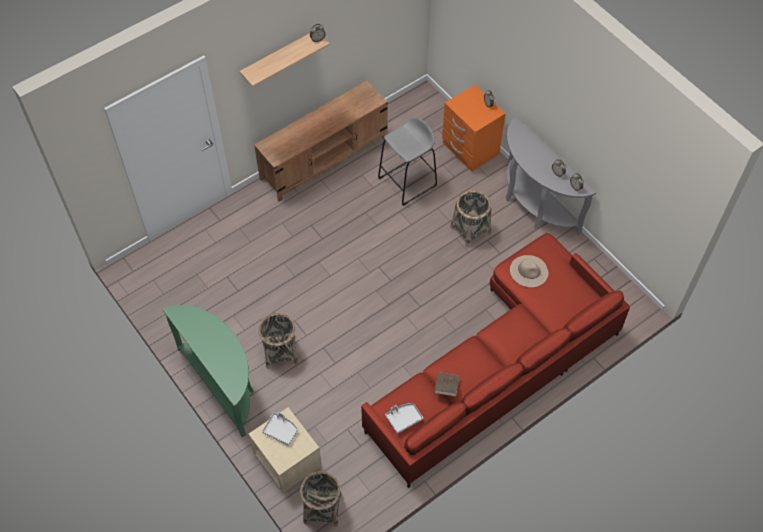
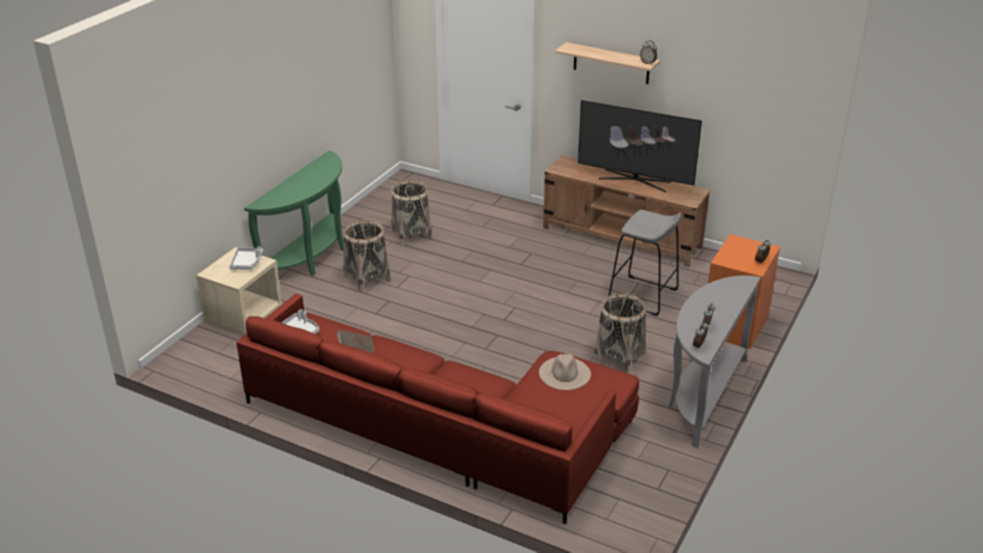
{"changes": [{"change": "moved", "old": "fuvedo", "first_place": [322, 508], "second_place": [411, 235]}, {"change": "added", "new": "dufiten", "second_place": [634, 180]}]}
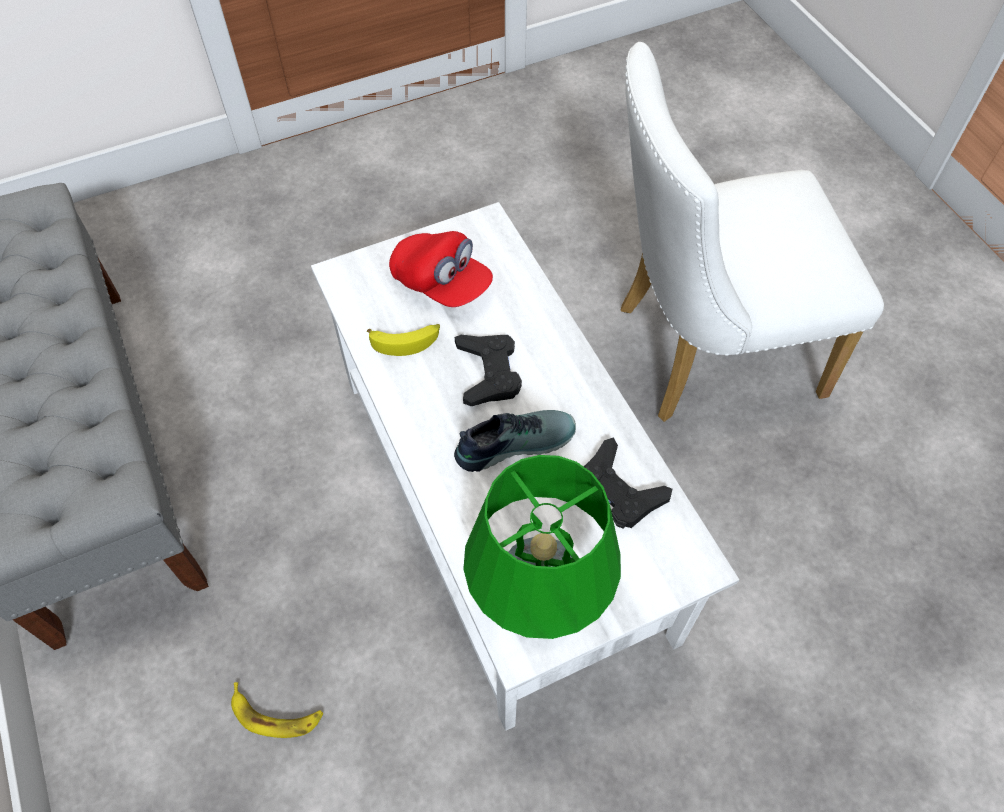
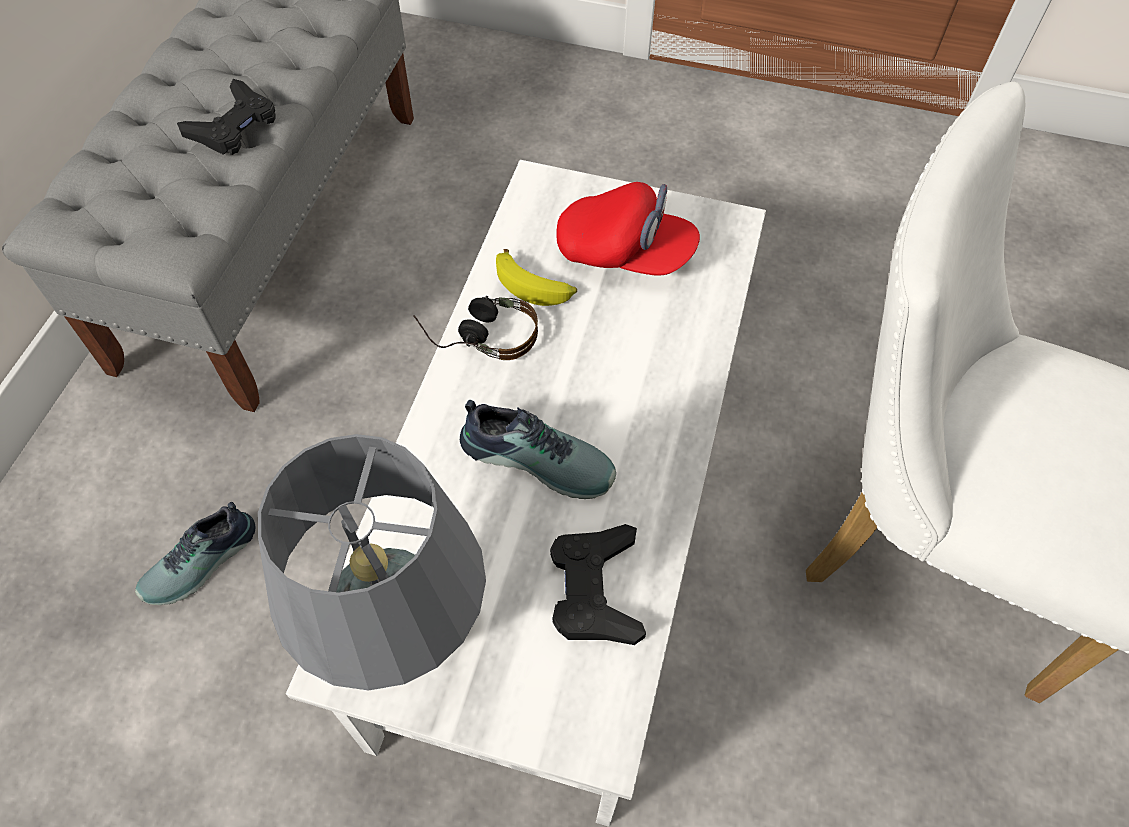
{"changes": [{"change": "replaced", "old": "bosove", "new": "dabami", "first_place": [276, 713], "second_place": [202, 563]}, {"change": "turned", "old": "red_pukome", "first_place": [441, 283], "second_place": [624, 253], "degrees": -60}, {"change": "moved", "old": "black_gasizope", "first_place": [488, 373], "second_place": [234, 126]}, {"change": "recoloured", "old": "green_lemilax", "new": "grey_lemilax", "first_place": [539, 601], "second_place": [403, 635]}, {"change": "added", "new": "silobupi", "second_place": [479, 334]}]}
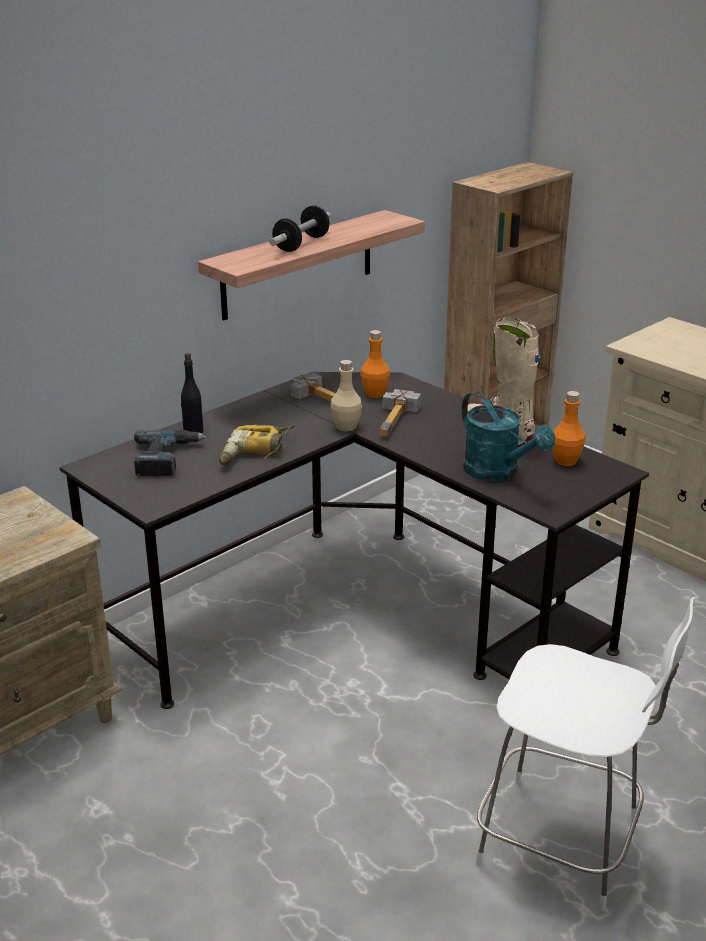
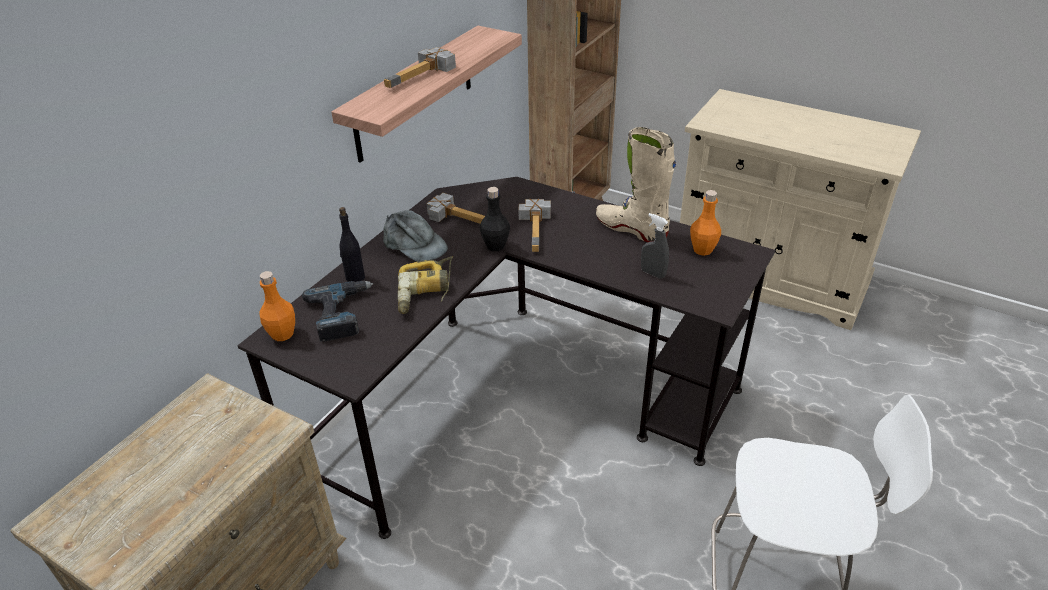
{"changes": [{"change": "replaced", "old": "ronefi", "new": "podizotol", "first_place": [301, 244], "second_place": [423, 76]}, {"change": "recoloured", "old": "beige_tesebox", "new": "black_tesebox", "first_place": [346, 427], "second_place": [495, 246]}, {"change": "moved", "old": "orange_tesebox", "first_place": [374, 394], "second_place": [282, 334]}, {"change": "replaced", "old": "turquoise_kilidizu", "new": "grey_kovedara", "first_place": [498, 473], "second_place": [653, 273]}, {"change": "added", "new": "grey_pukome", "second_place": [414, 244]}]}
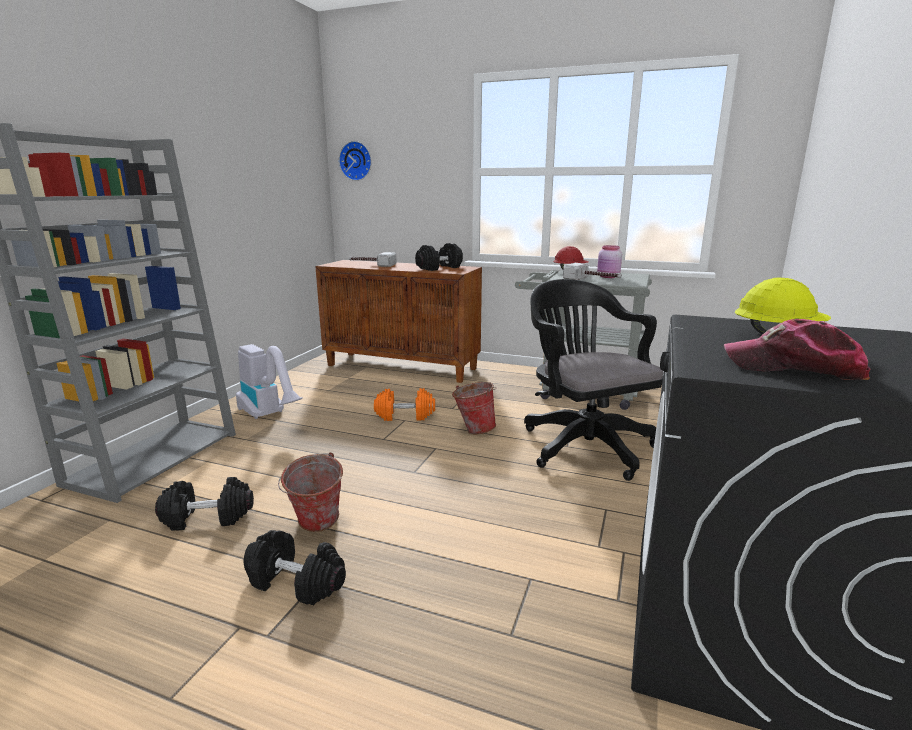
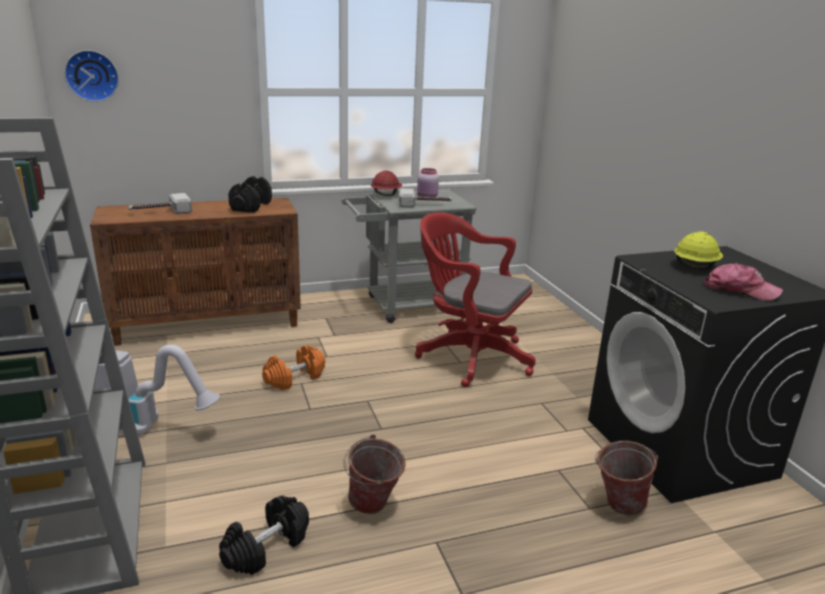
{"changes": [{"change": "removed", "old": "black_ronefi", "first_place": [297, 582]}, {"change": "moved", "old": "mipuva", "first_place": [474, 429], "second_place": [617, 505]}, {"change": "recoloured", "old": "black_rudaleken", "new": "red_rudaleken", "first_place": [583, 444], "second_place": [469, 356]}, {"change": "turned", "old": "pukome", "first_place": [793, 367], "second_place": [740, 290], "degrees": -135}]}
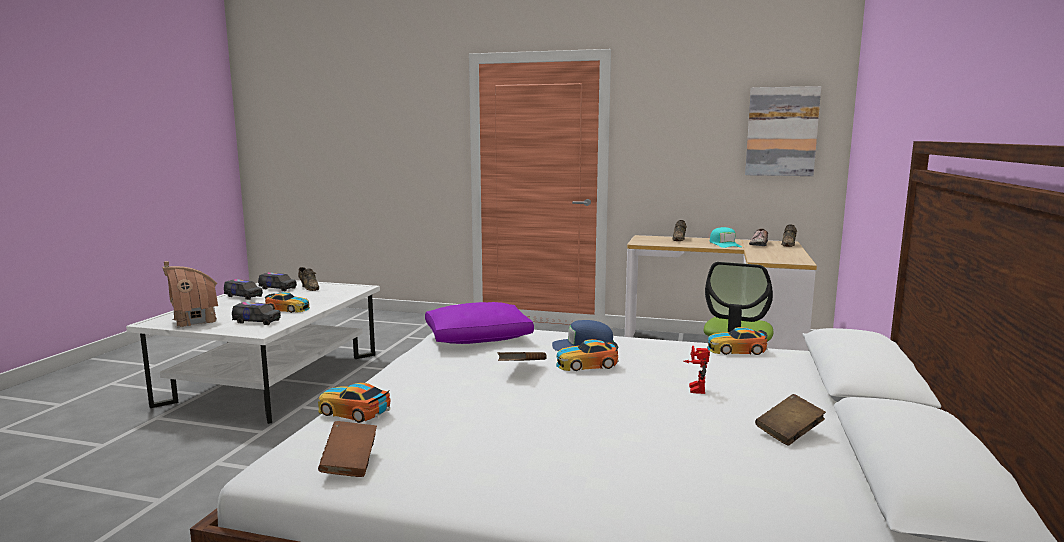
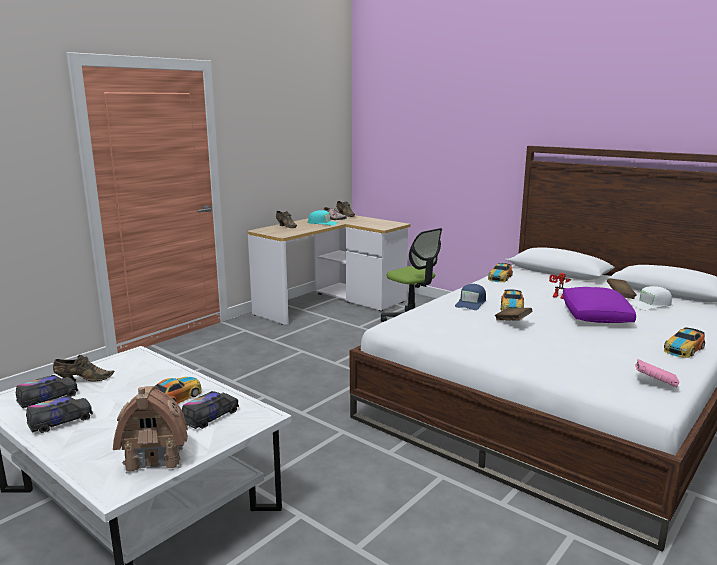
{"changes": [{"change": "moved", "old": "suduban", "first_place": [353, 411], "second_place": [683, 349]}, {"change": "recoloured", "old": "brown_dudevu", "new": "pink_dudevu", "first_place": [350, 464], "second_place": [654, 383]}, {"change": "moved", "old": "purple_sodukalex", "first_place": [477, 338], "second_place": [596, 316]}, {"change": "removed", "old": "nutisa", "first_place": [781, 131]}, {"change": "added", "new": "white_pukome", "second_place": [650, 304]}]}
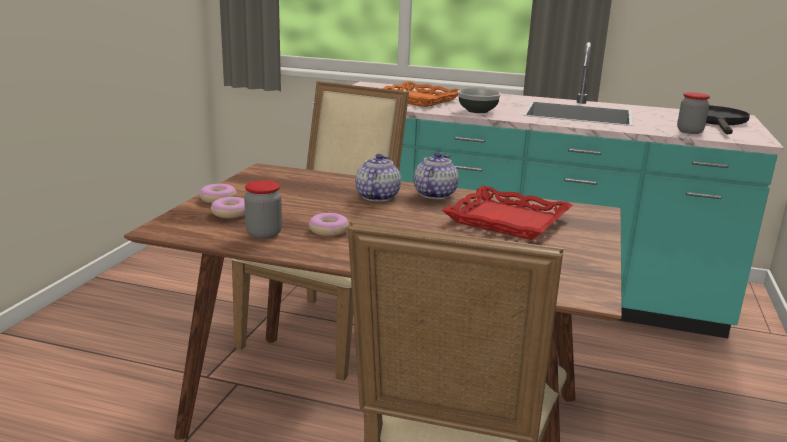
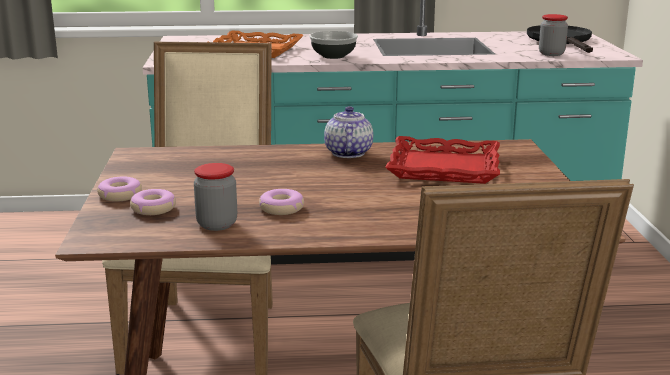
{"changes": [{"change": "removed", "old": "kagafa", "first_place": [377, 196]}]}
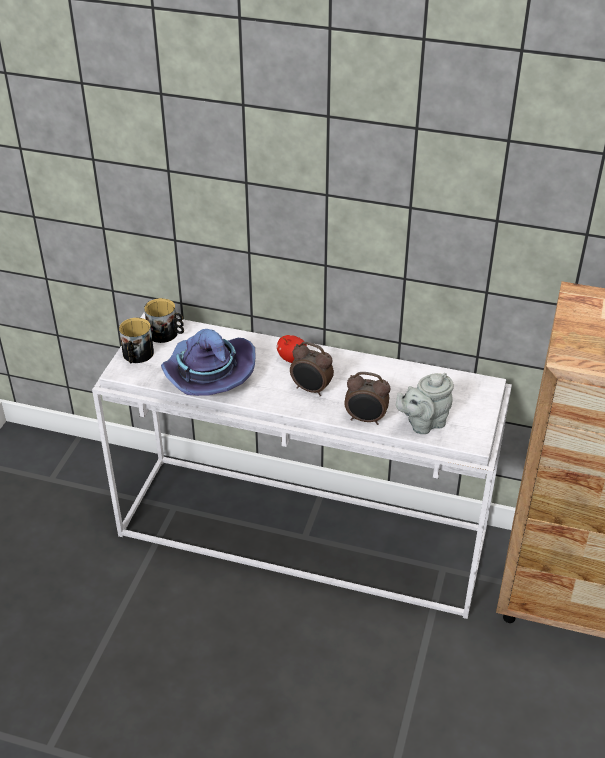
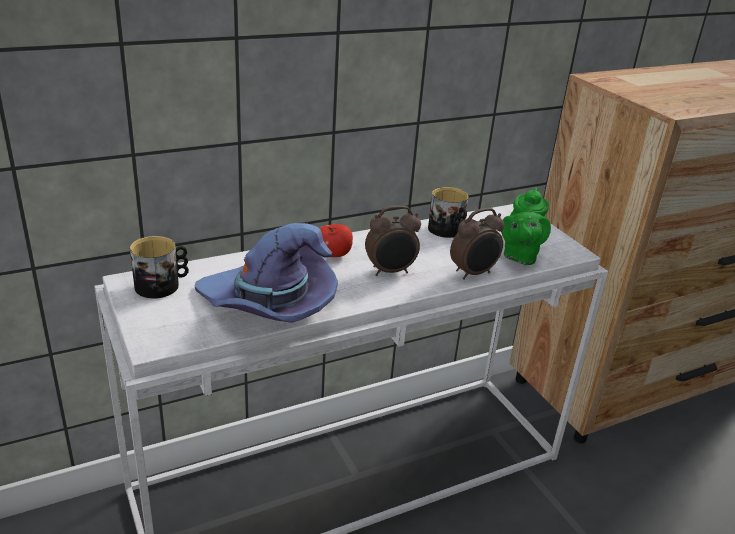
{"changes": [{"change": "moved", "old": "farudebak", "first_place": [137, 355], "second_place": [448, 231]}, {"change": "recoloured", "old": "grey_kagafa", "new": "green_kagafa", "first_place": [423, 423], "second_place": [520, 256]}]}
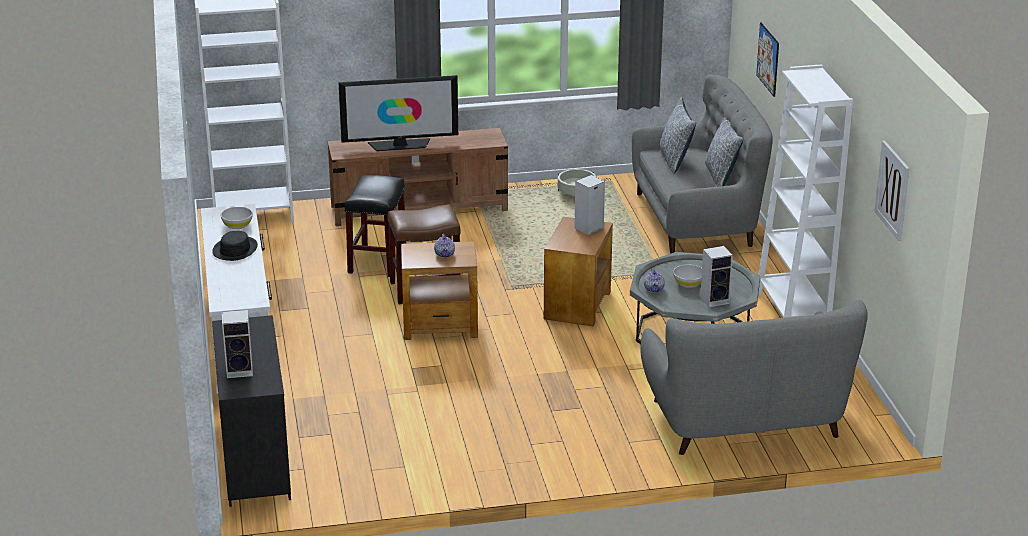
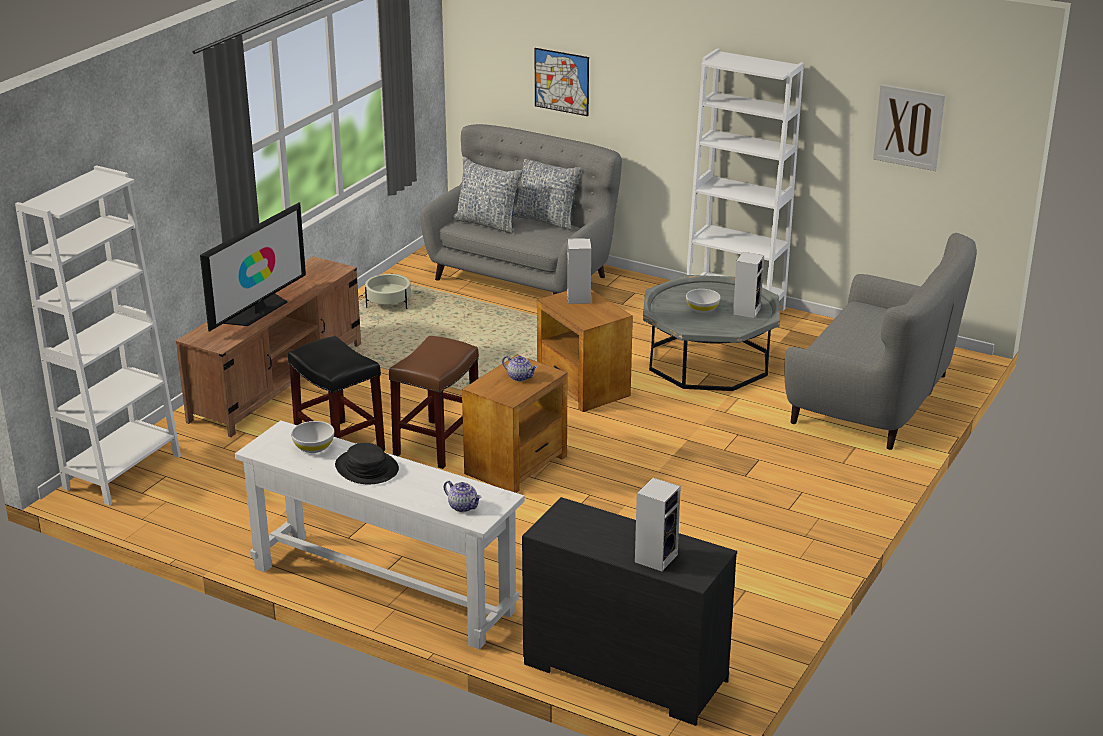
{"changes": [{"change": "moved", "old": "kagafa", "first_place": [654, 289], "second_place": [463, 506]}]}
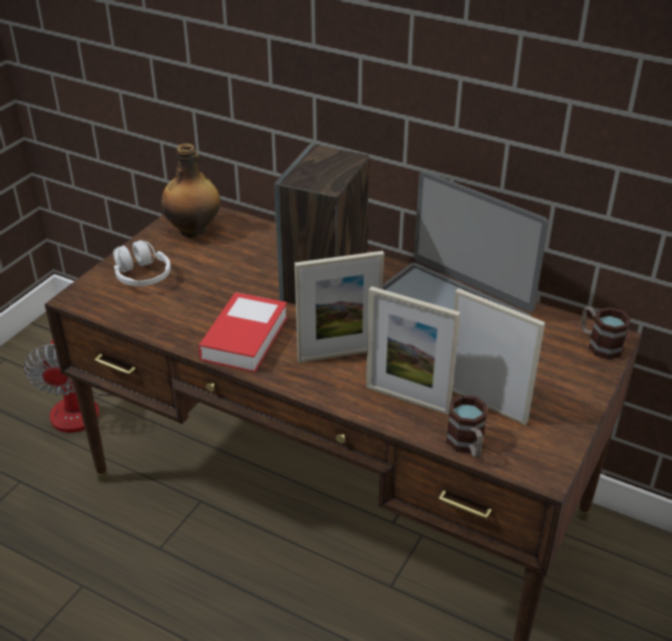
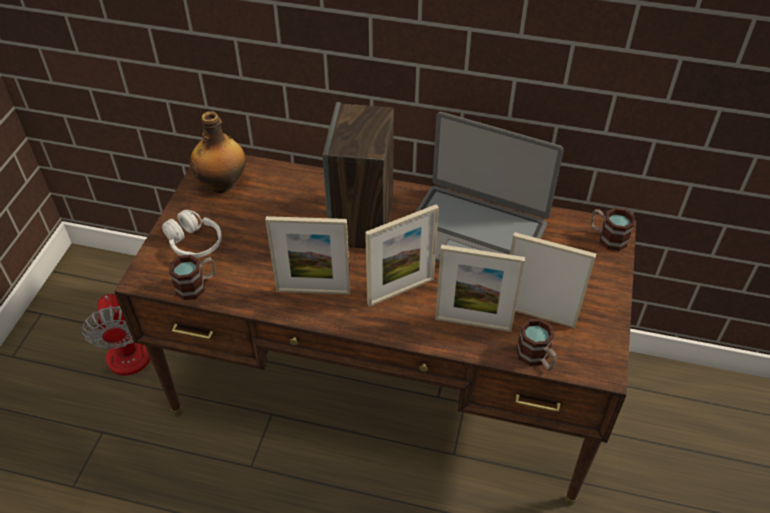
{"changes": [{"change": "replaced", "old": "dudevu", "new": "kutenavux", "first_place": [244, 338], "second_place": [313, 291]}, {"change": "added", "new": "farudebak", "second_place": [197, 285]}]}
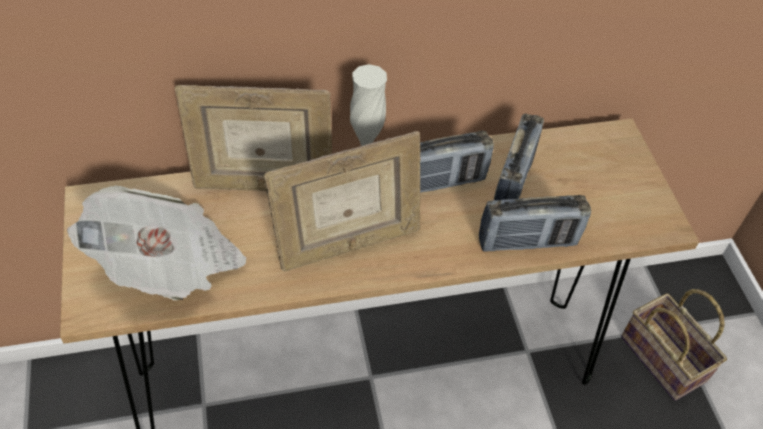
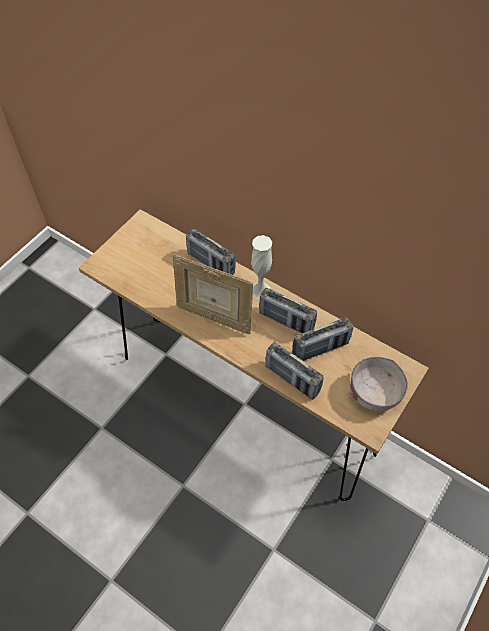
{"changes": [{"change": "removed", "old": "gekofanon", "first_place": [169, 264]}, {"change": "replaced", "old": "kutenavux", "new": "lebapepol", "first_place": [262, 185], "second_place": [211, 264]}, {"change": "removed", "old": "fuvedo", "first_place": [665, 360]}, {"change": "added", "new": "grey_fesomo", "second_place": [374, 392]}]}
